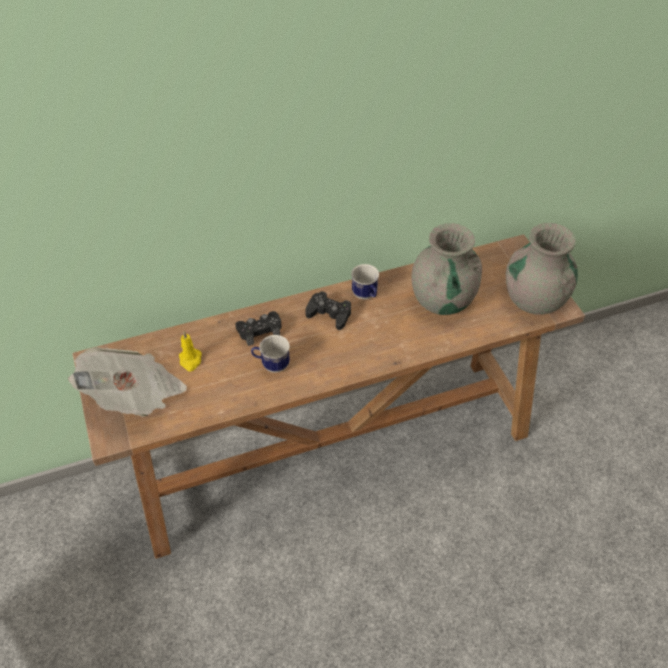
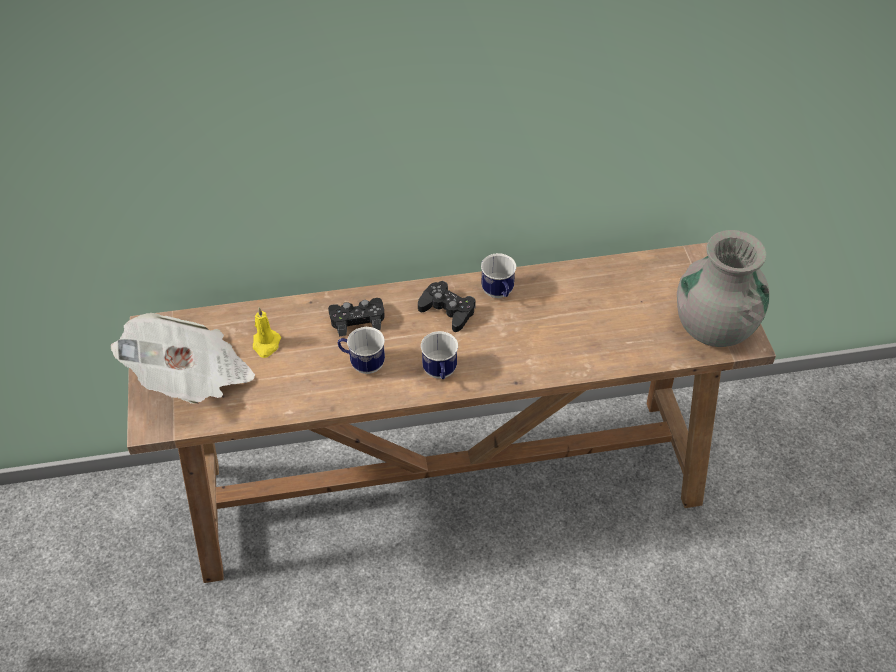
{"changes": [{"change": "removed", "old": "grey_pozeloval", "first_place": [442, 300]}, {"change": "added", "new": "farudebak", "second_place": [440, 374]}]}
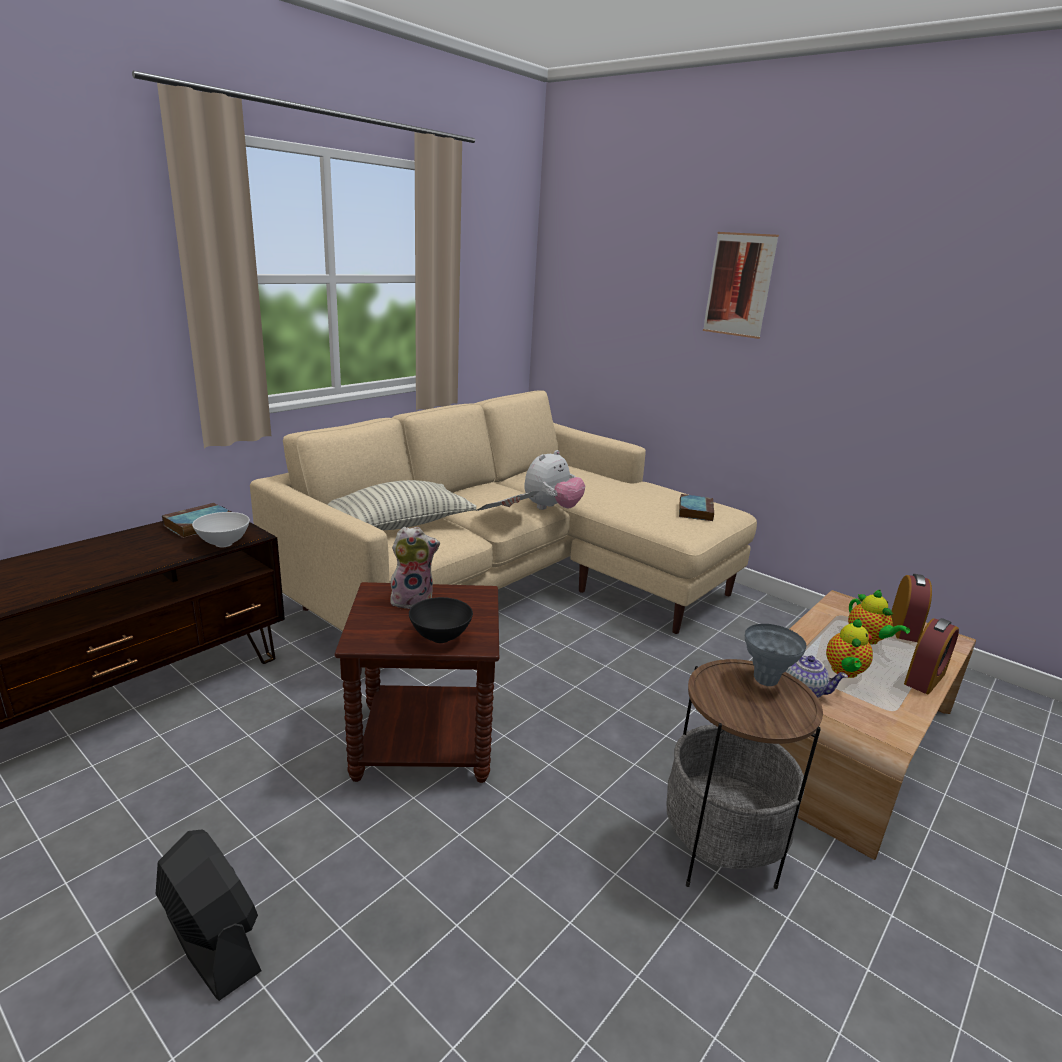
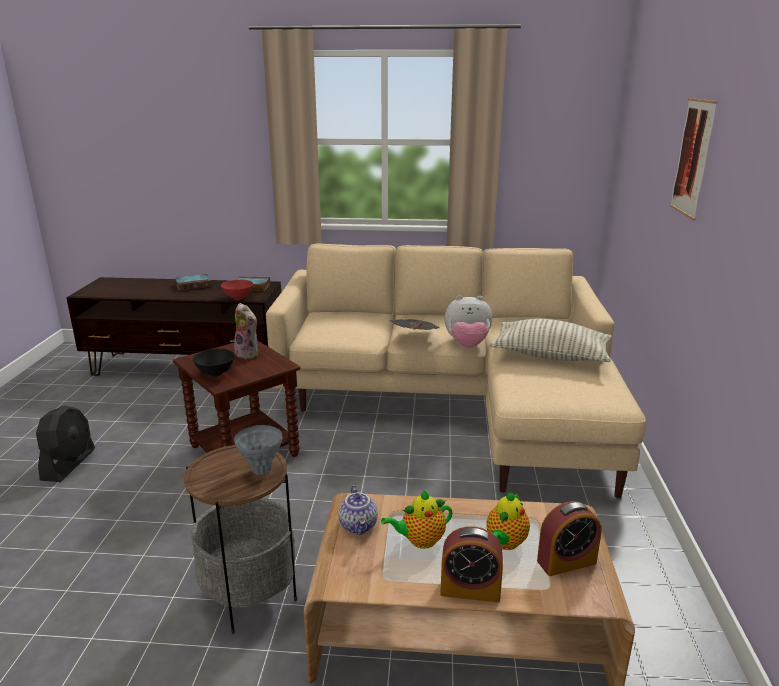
{"changes": [{"change": "recoloured", "old": "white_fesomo", "new": "red_fesomo", "first_place": [224, 544], "second_place": [238, 298]}, {"change": "moved", "old": "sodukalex", "first_place": [400, 525], "second_place": [550, 356]}, {"change": "moved", "old": "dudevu", "first_place": [695, 511], "second_place": [194, 285]}]}
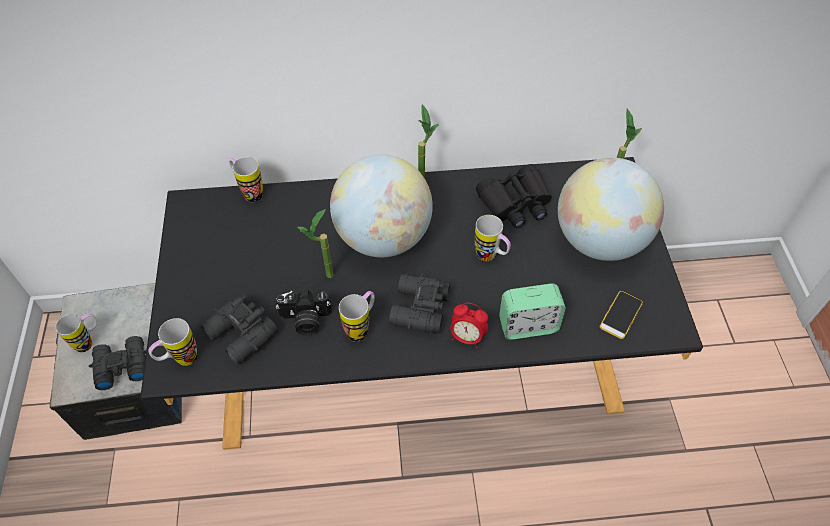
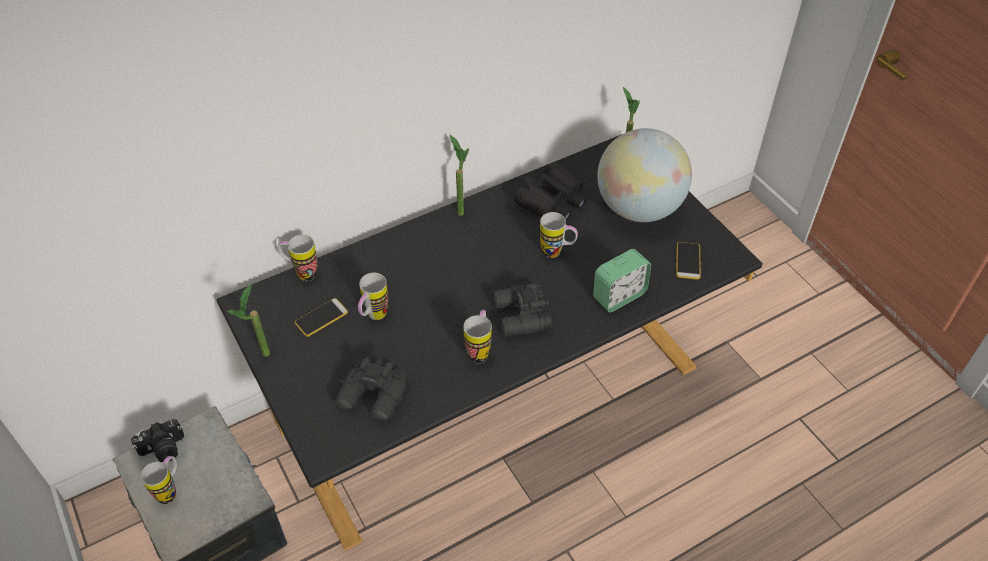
{"changes": [{"change": "removed", "old": "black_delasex", "first_place": [121, 366]}, {"change": "moved", "old": "farudebak", "first_place": [180, 360], "second_place": [373, 317]}, {"change": "moved", "old": "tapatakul", "first_place": [305, 320], "second_place": [163, 450]}, {"change": "moved", "old": "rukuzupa", "first_place": [323, 279], "second_place": [261, 359]}, {"change": "removed", "old": "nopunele", "first_place": [383, 237]}, {"change": "removed", "old": "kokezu", "first_place": [467, 337]}, {"change": "added", "new": "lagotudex", "second_place": [321, 317]}]}
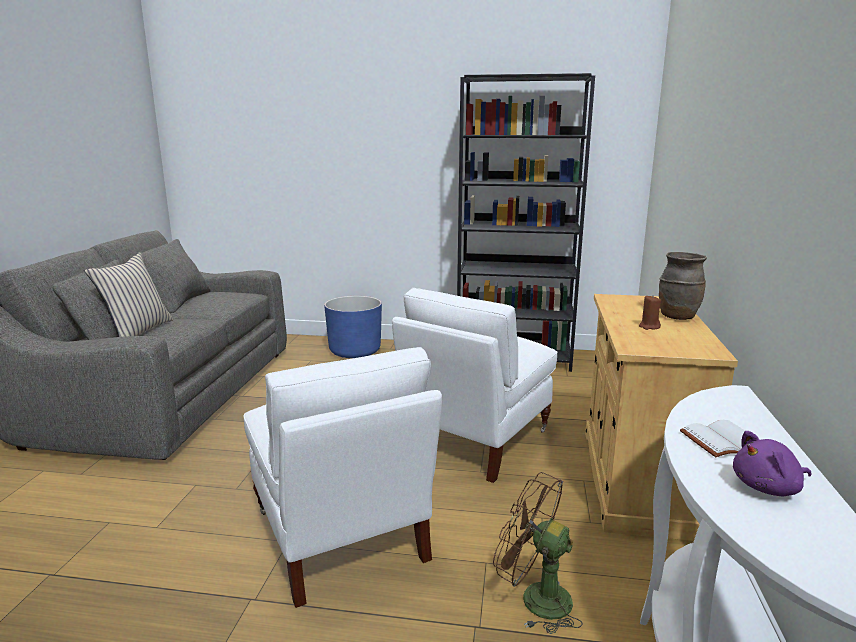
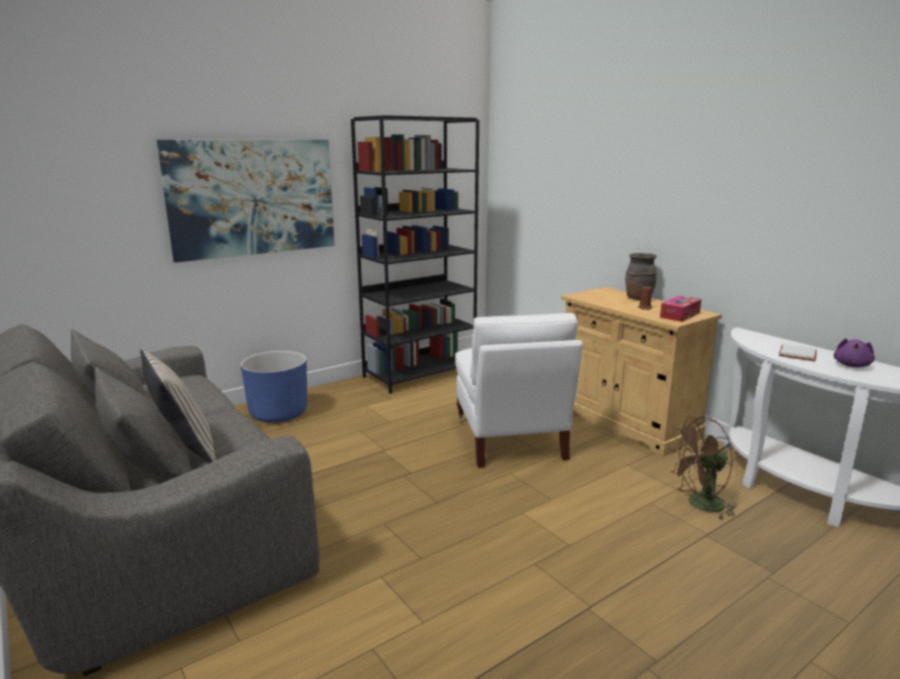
{"changes": [{"change": "removed", "old": "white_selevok", "first_place": [339, 535]}, {"change": "added", "new": "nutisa", "second_place": [253, 197]}, {"change": "added", "new": "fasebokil", "second_place": [679, 315]}]}
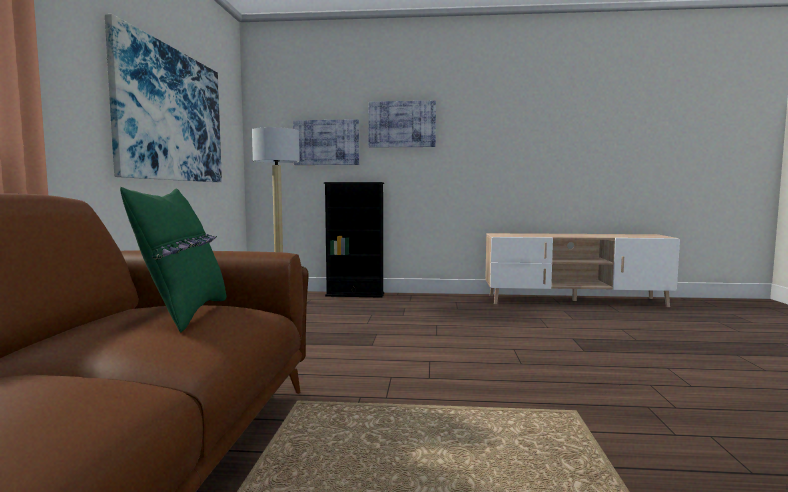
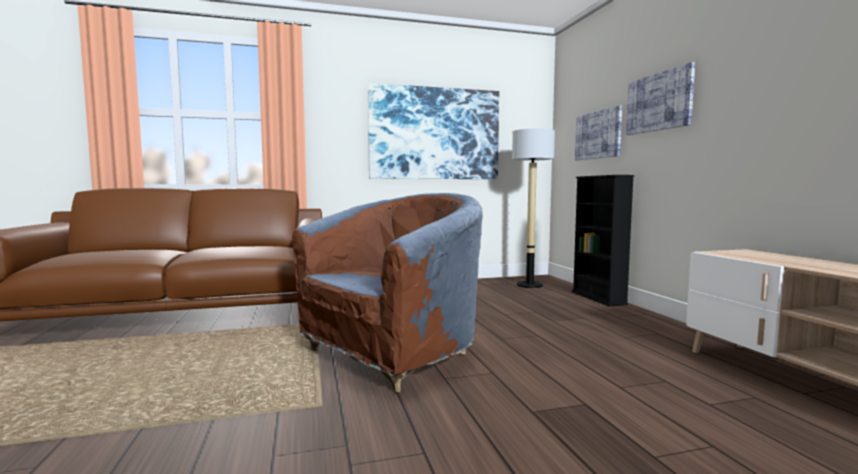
{"changes": [{"change": "removed", "old": "green_sodukalex", "first_place": [184, 314]}, {"change": "added", "new": "brown_selevok", "second_place": [394, 355]}]}
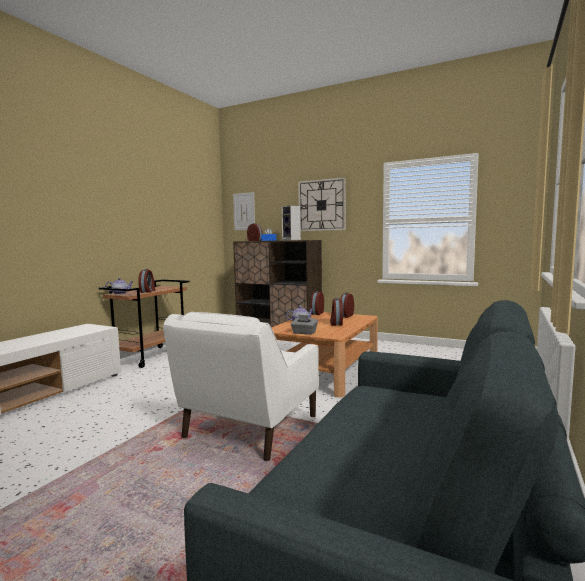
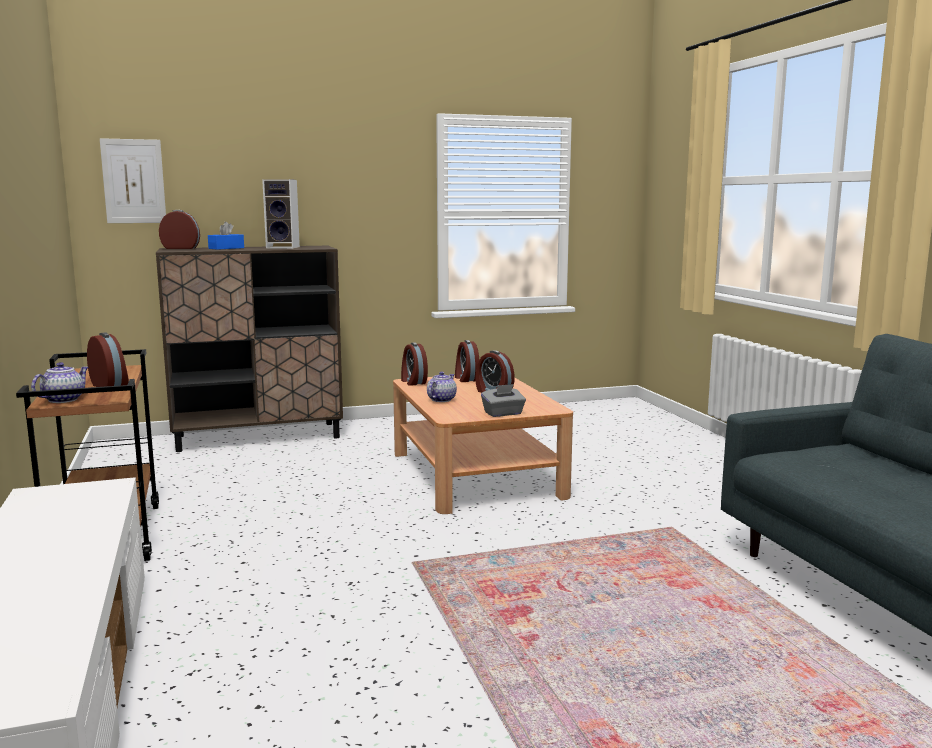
{"changes": [{"change": "removed", "old": "white_selevok", "first_place": [249, 429]}, {"change": "removed", "old": "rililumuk", "first_place": [321, 205]}]}
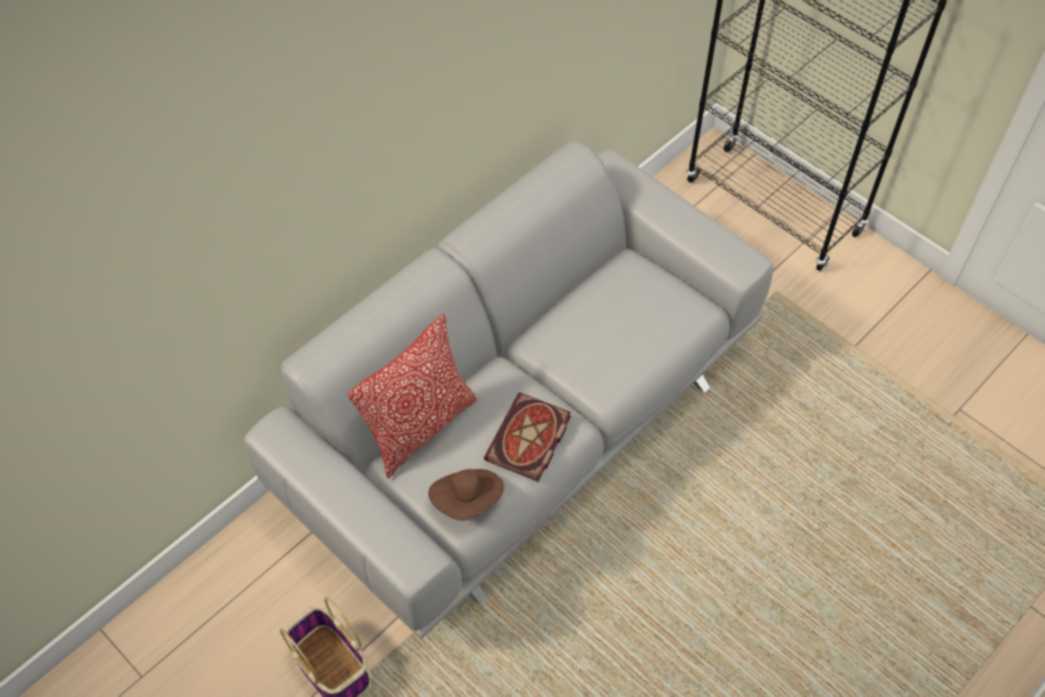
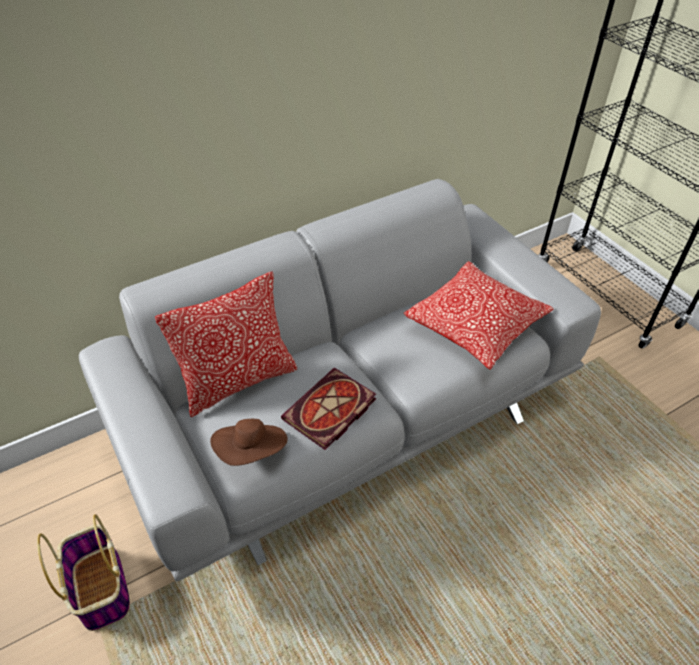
{"changes": [{"change": "added", "new": "sodukalex", "second_place": [475, 325]}]}
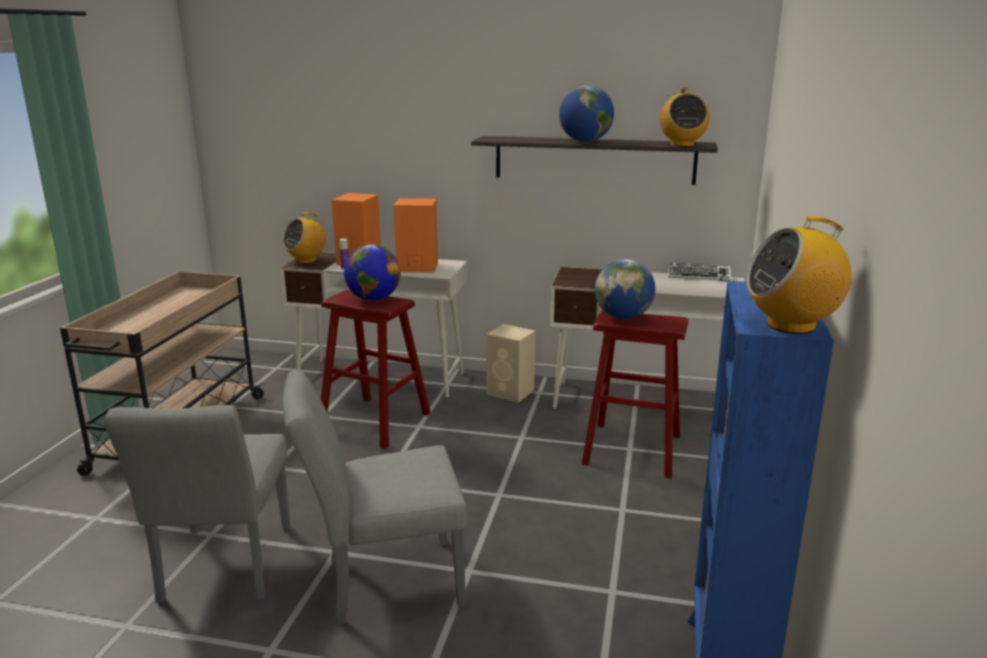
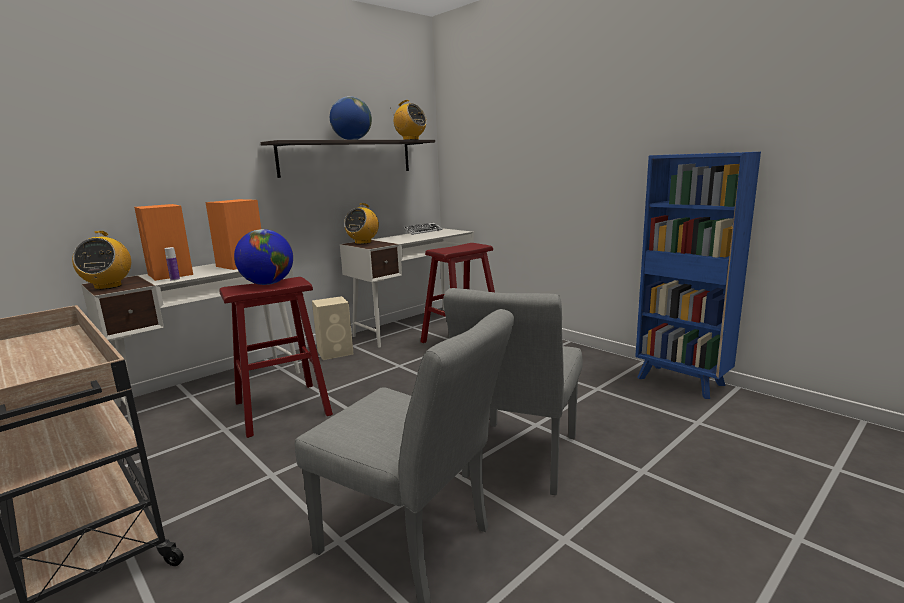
{"changes": [{"change": "removed", "old": "nopunele", "first_place": [623, 317]}, {"change": "moved", "old": "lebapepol", "first_place": [791, 325], "second_place": [363, 242]}]}
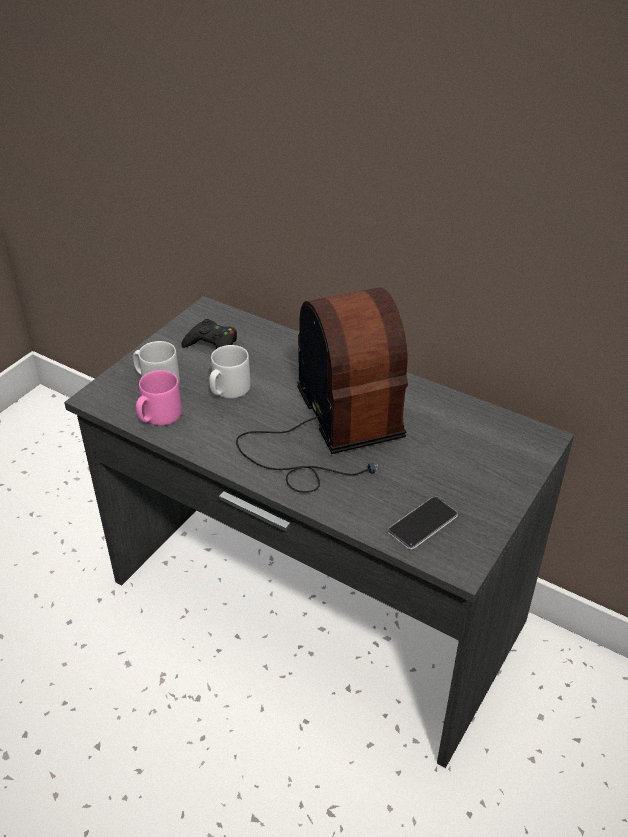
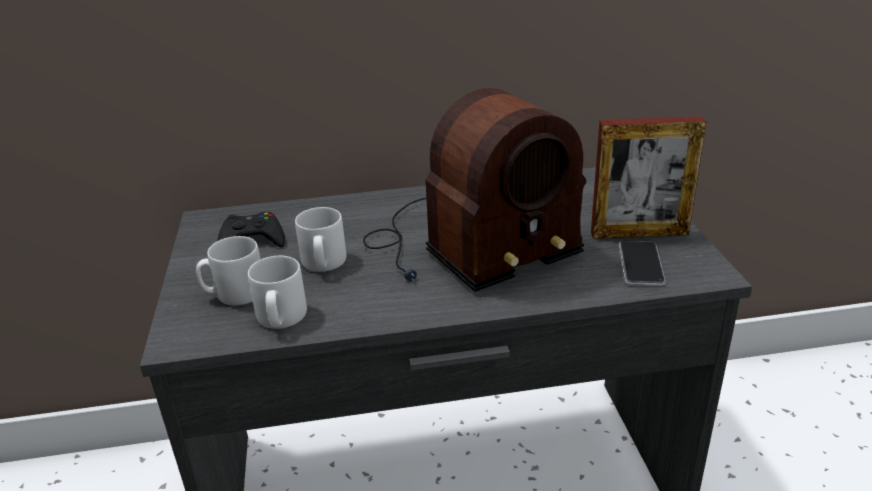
{"changes": [{"change": "recoloured", "old": "pink_farudebak", "new": "grey_farudebak", "first_place": [159, 416], "second_place": [281, 319]}, {"change": "turned", "old": "lebapepol", "first_place": [329, 432], "second_place": [466, 246], "degrees": 120}, {"change": "added", "new": "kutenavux", "second_place": [639, 233]}]}
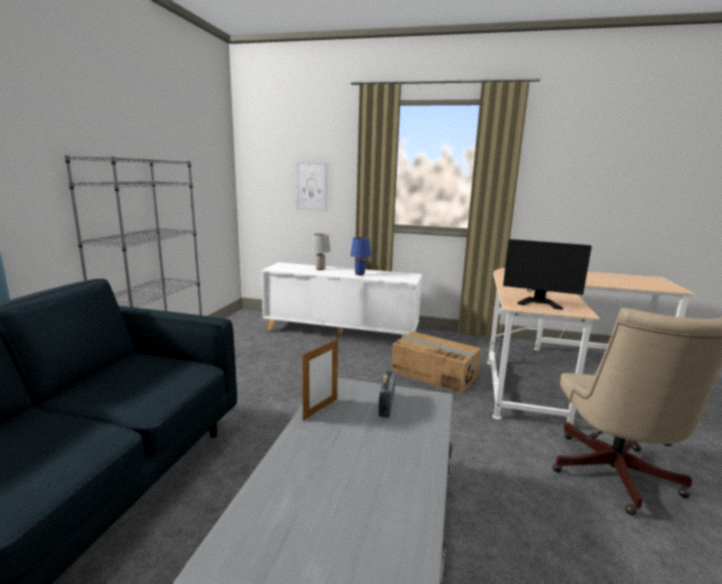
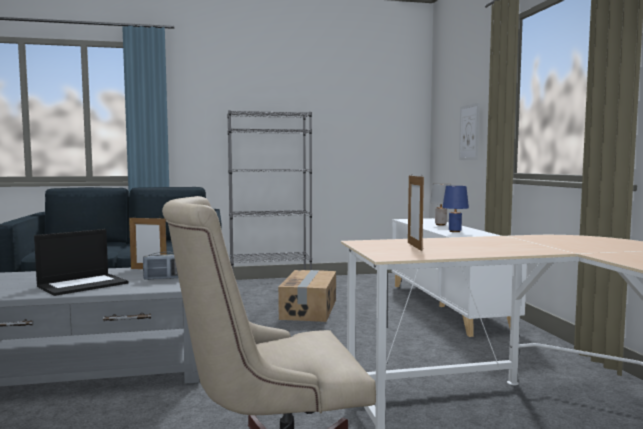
{"changes": [{"change": "moved", "old": "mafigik", "first_place": [434, 374], "second_place": [310, 309]}, {"change": "replaced", "old": "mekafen", "new": "kutenavux", "first_place": [539, 300], "second_place": [414, 246]}, {"change": "added", "new": "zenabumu", "second_place": [83, 284]}]}
